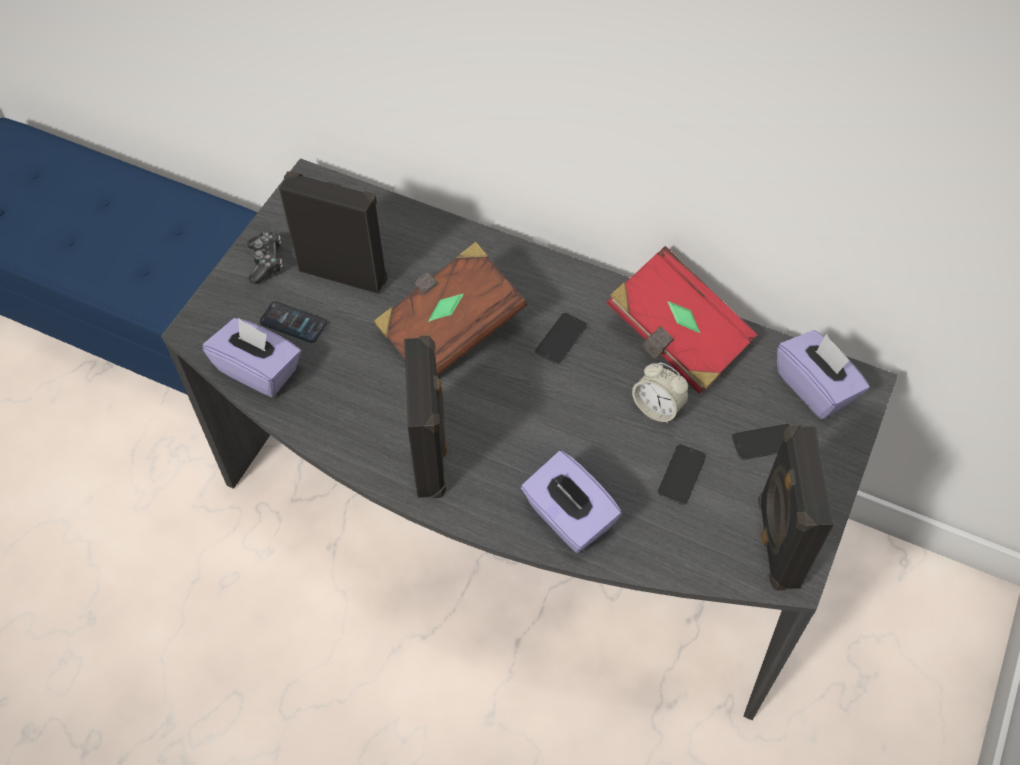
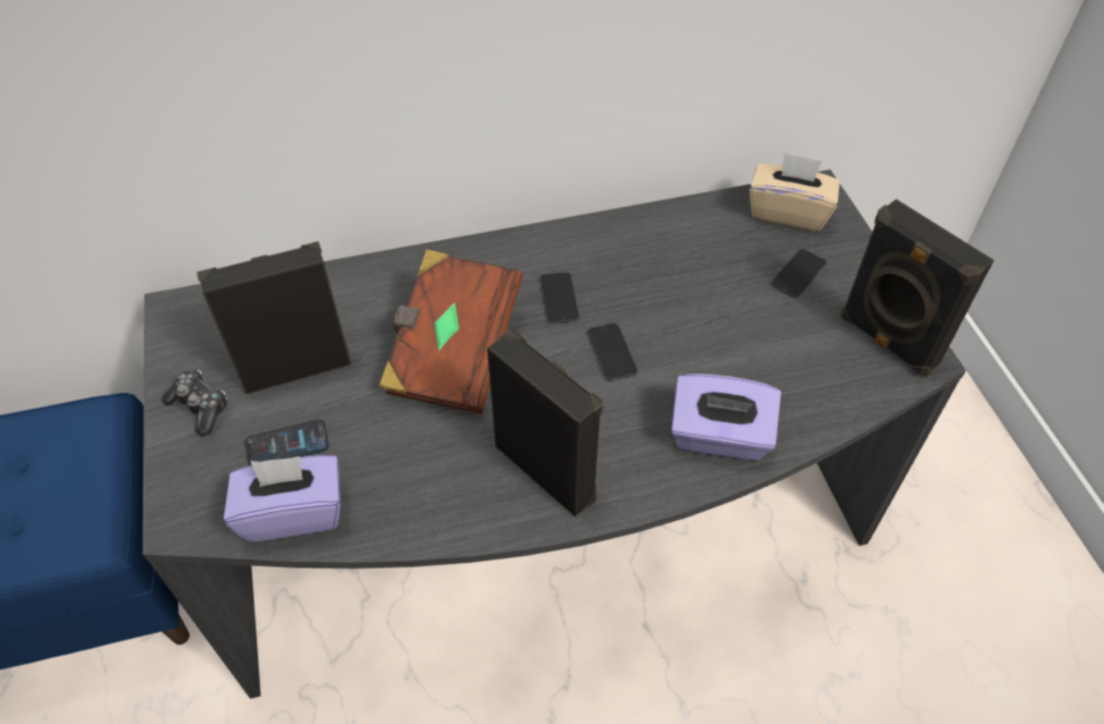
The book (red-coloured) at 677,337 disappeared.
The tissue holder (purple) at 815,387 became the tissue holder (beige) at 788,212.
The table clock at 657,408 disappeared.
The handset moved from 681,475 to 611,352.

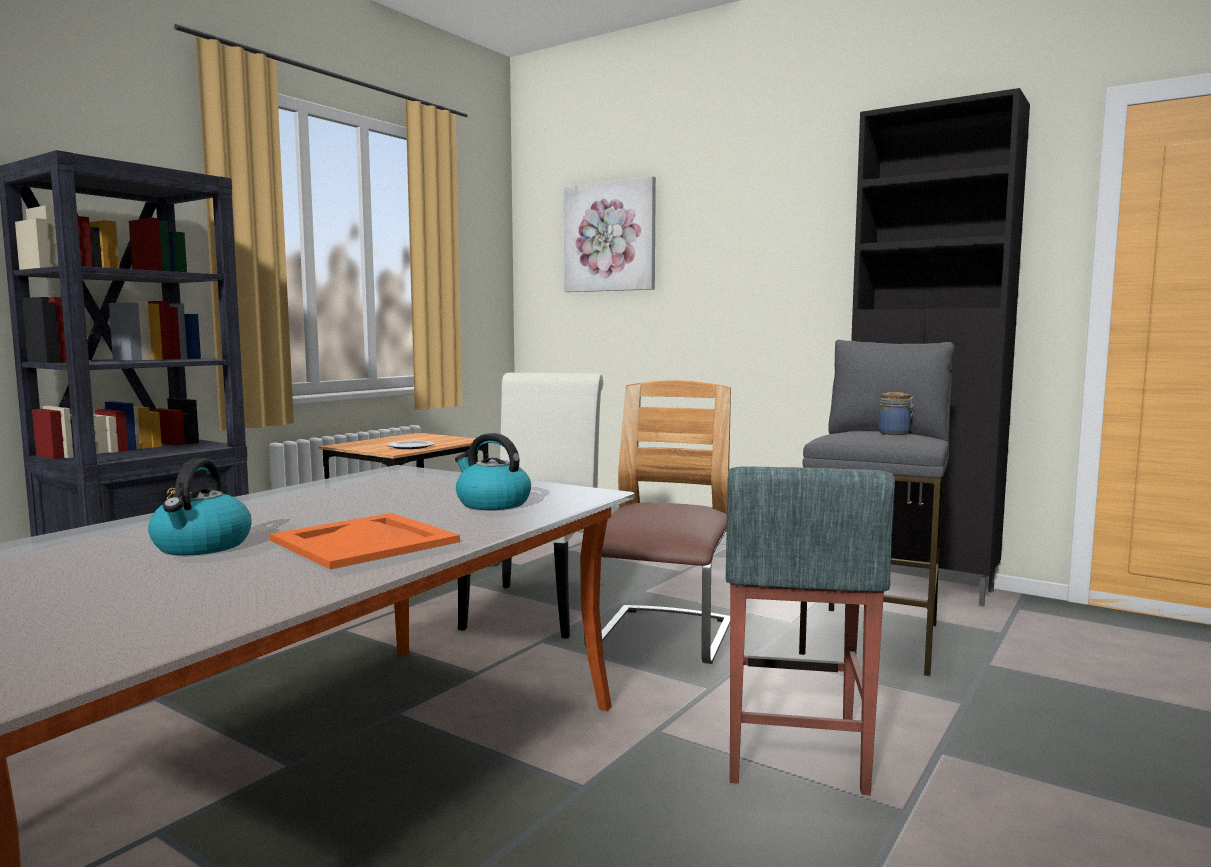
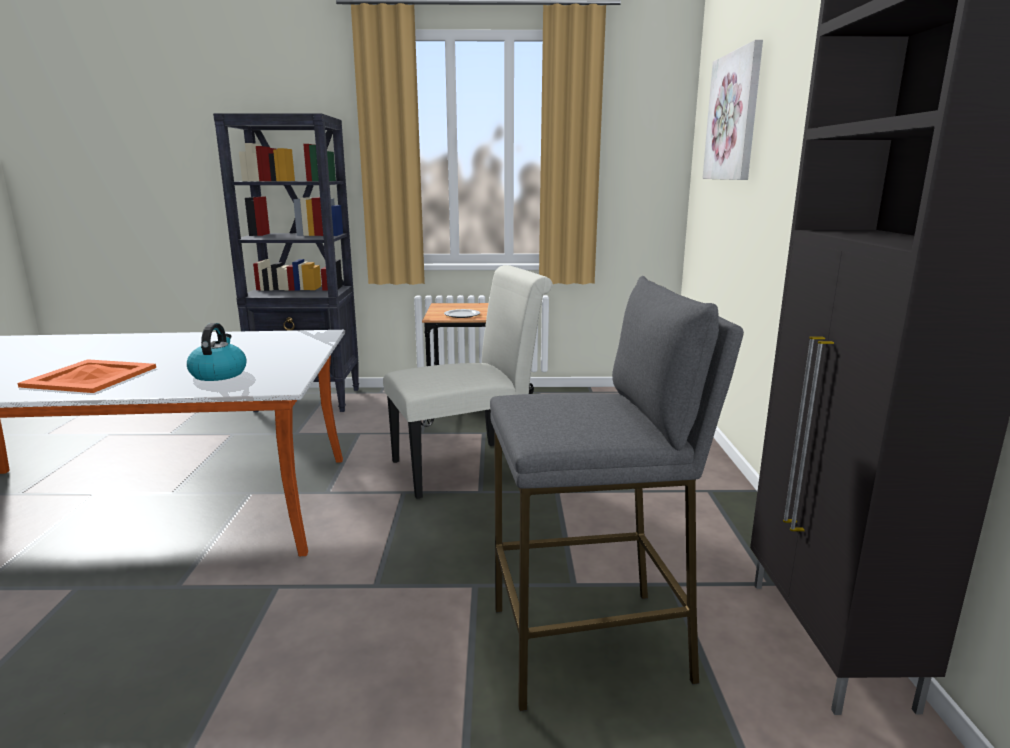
The upright chair at 662,638 disappeared.
The storage jar at 895,433 disappeared.
The kettle at 202,546 disappeared.
The sitting stool (gray) at 793,752 disappeared.

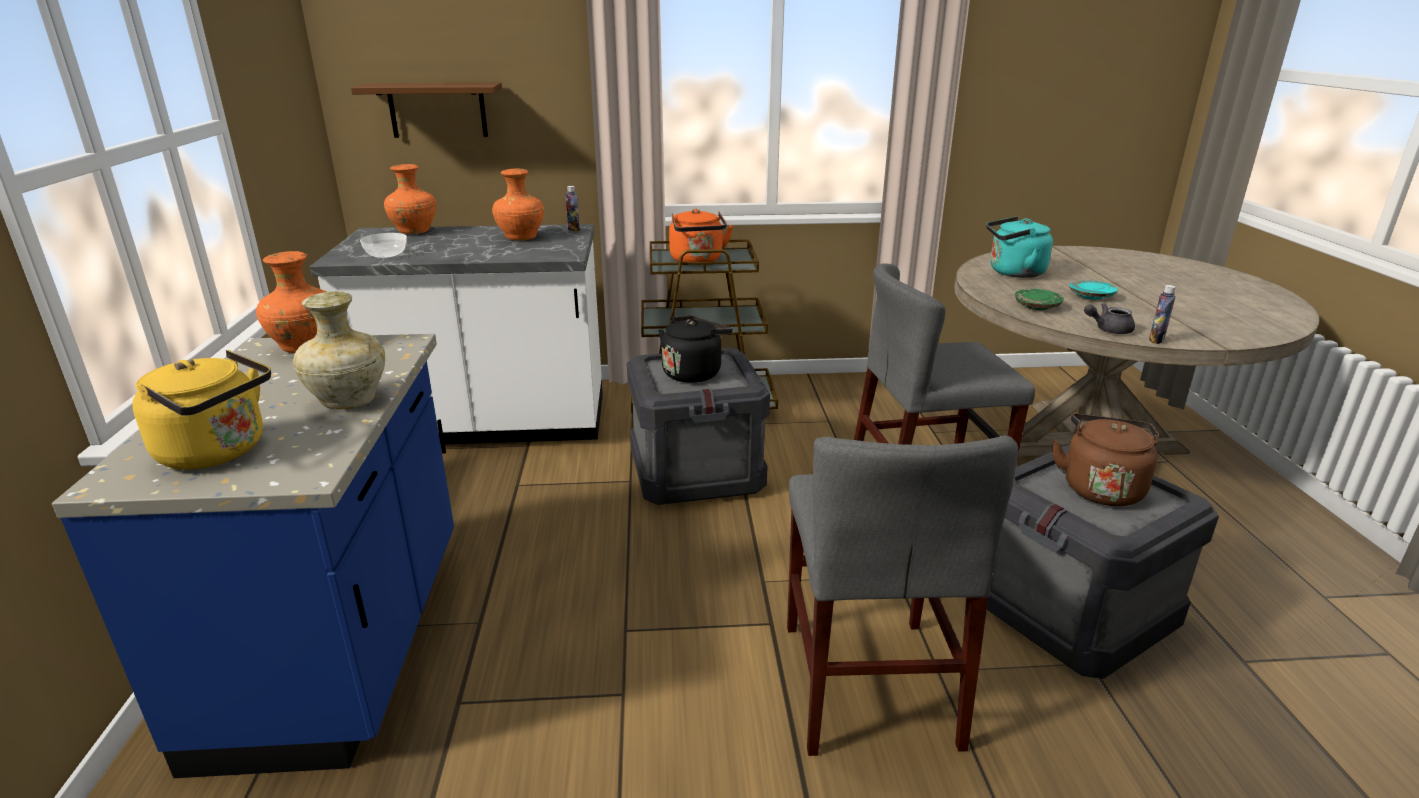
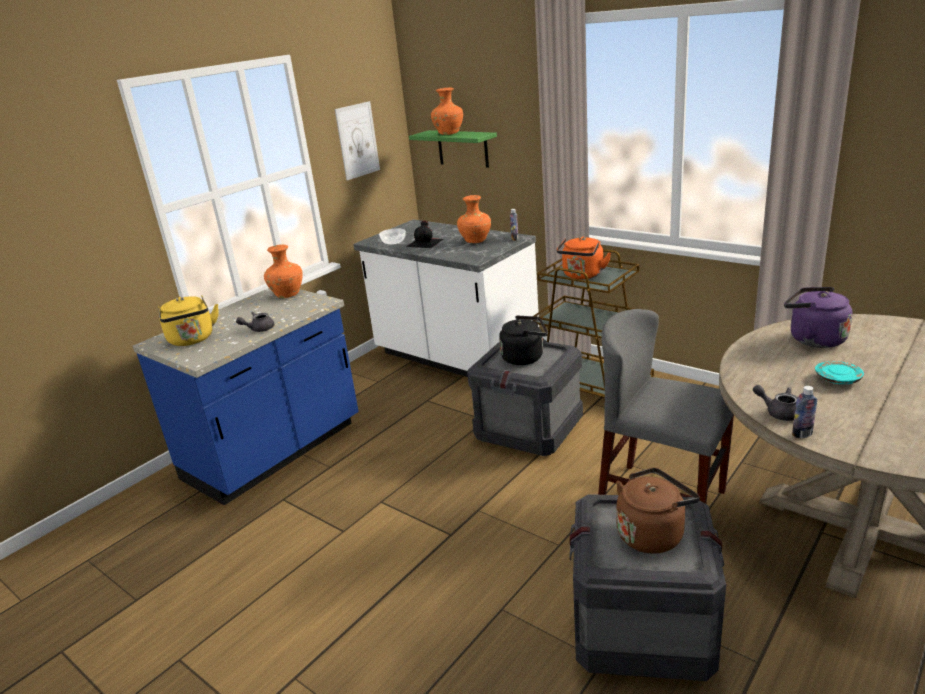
The bracket shelf (brown-coloured) at 437,110 became the bracket shelf (greenish) at 463,148.
The decorative vase (orangey) moved from 414,231 to 449,133.
The kettle (turquoise) at 1013,273 became the kettle (purple) at 813,339.
The flat dish (greenish) at 1037,306 disappeared.
The decorative vase (beige) at 349,402 was replaced by the teapot (gray) at 259,329.
The upright chair (gray) at 868,683 disappeared.
The wall art at 357,140 appeared.
The bottle (black-coloured) at 425,242 appeared.

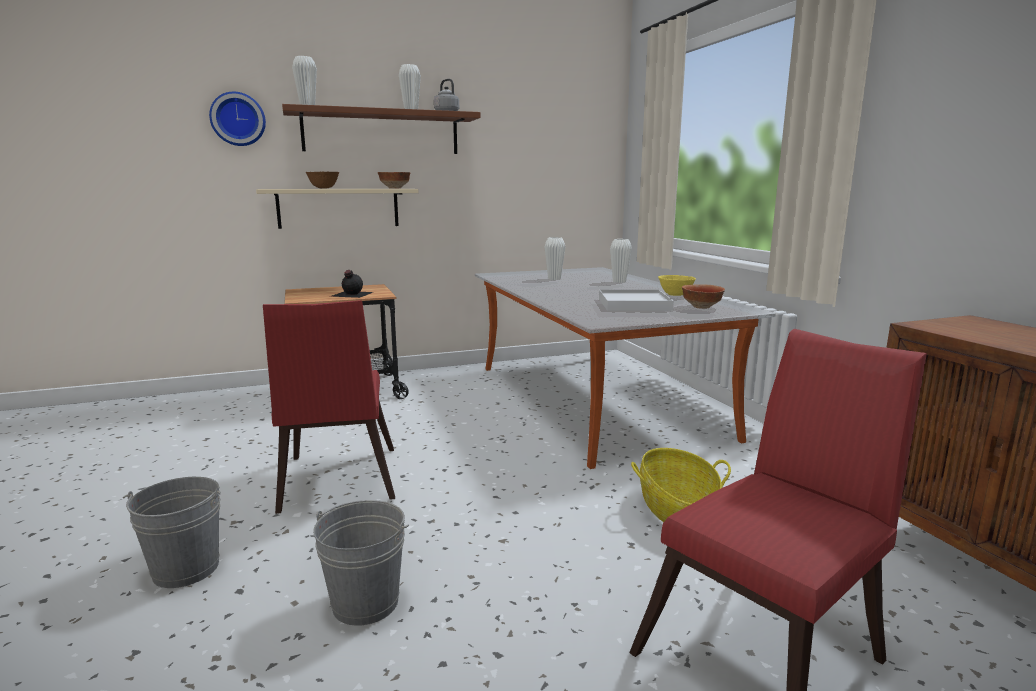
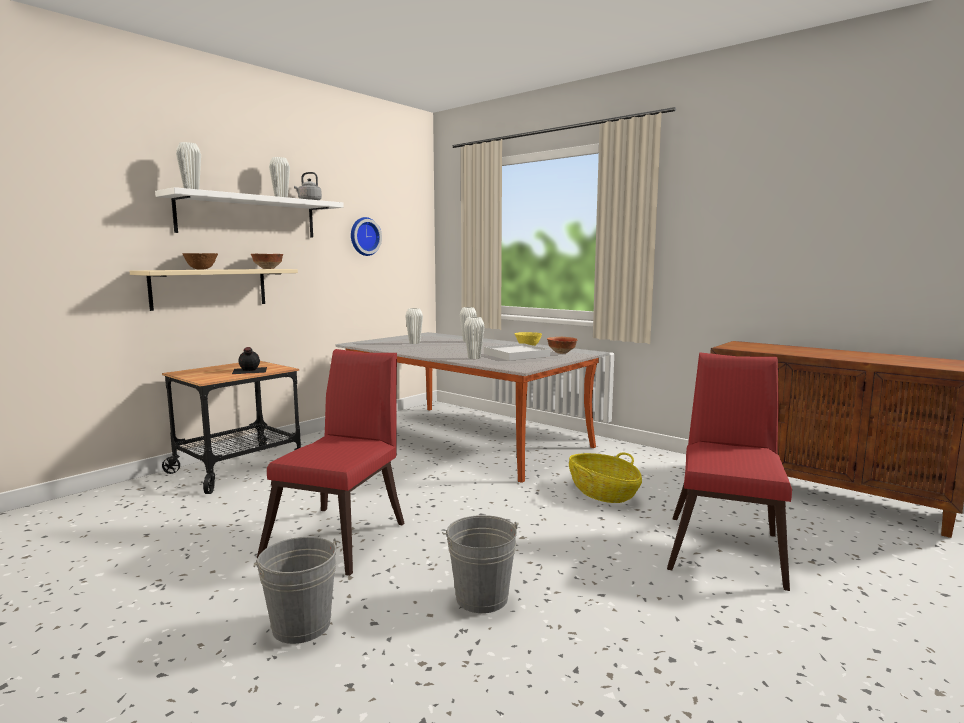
The clock on the wall moved from 238,119 to 364,236.
The bracket shelf (brown-coloured) at 381,132 became the bracket shelf (white-coloured) at 248,217.
The upright chair (red-coloured) at 337,483 turned 120 degrees counterclockwise.
The decorative vase (white-coloured) at 474,358 appeared.

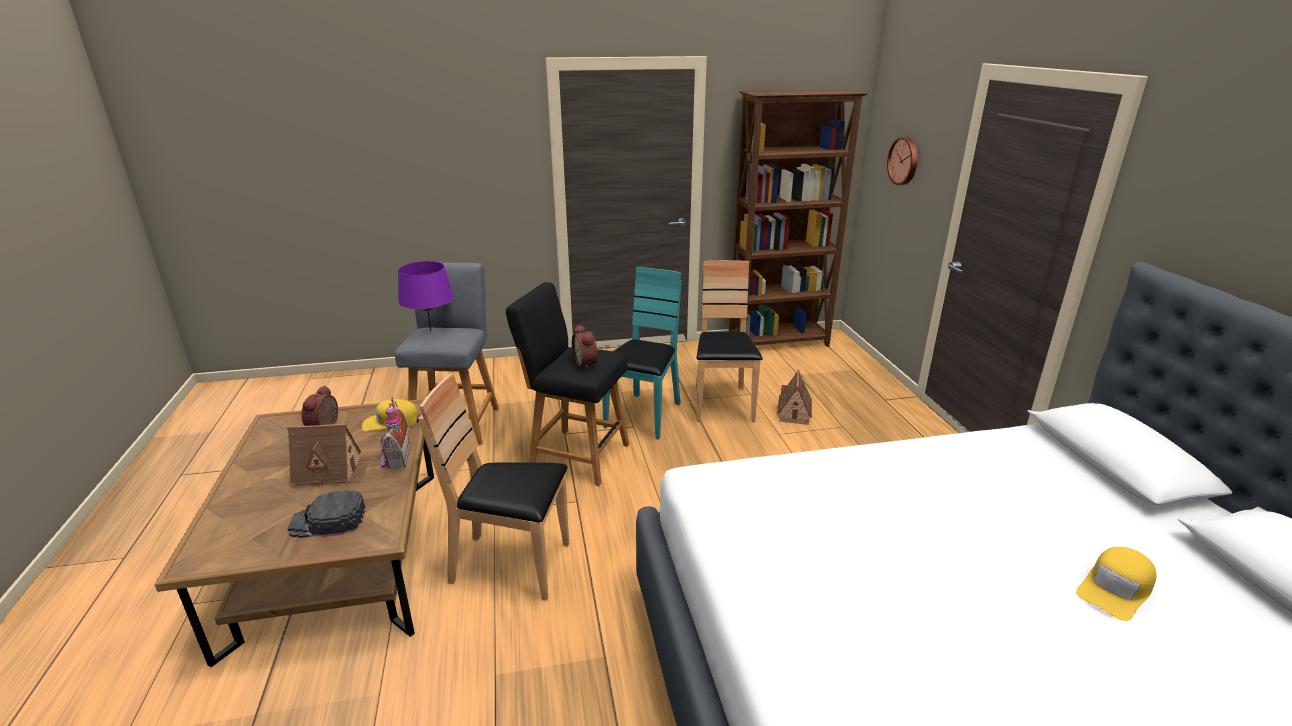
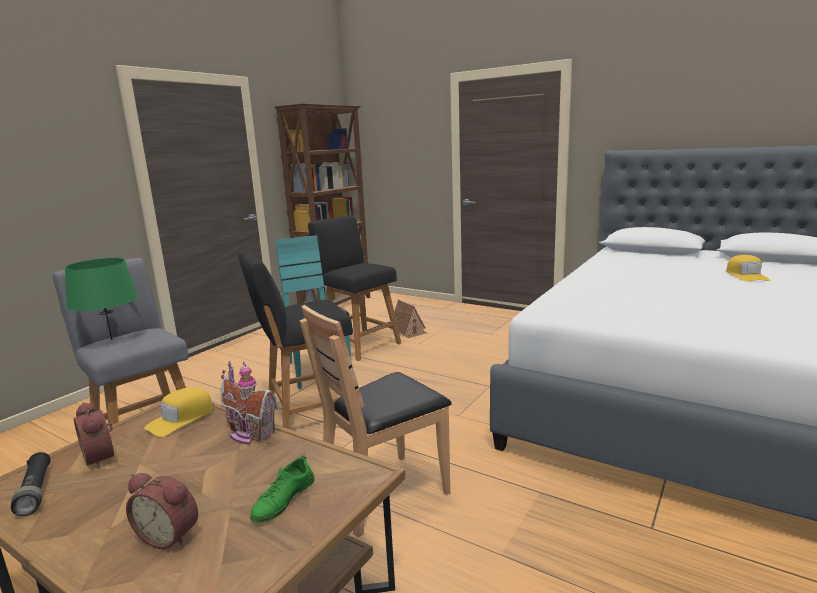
The clock on the wall at 904,161 disappeared.
The upright chair (brown-coloured) at 722,404 was replaced by the sitting stool (black-coloured) at 359,344.
The table lamp (purple) at 431,331 became the table lamp (greenish) at 112,339.
The table clock moved from 587,363 to 171,535.
The toy house at 332,471 disappeared.
The peaked cap (black-coloured) at 328,521 was replaced by the shoe (greenish) at 283,499.
The hand torch (black-coloured) at 35,491 appeared.

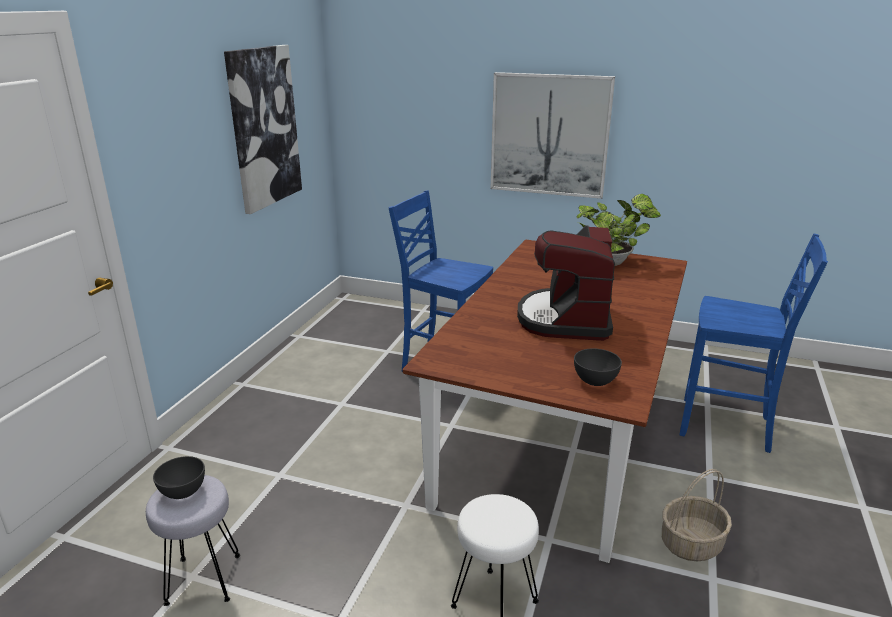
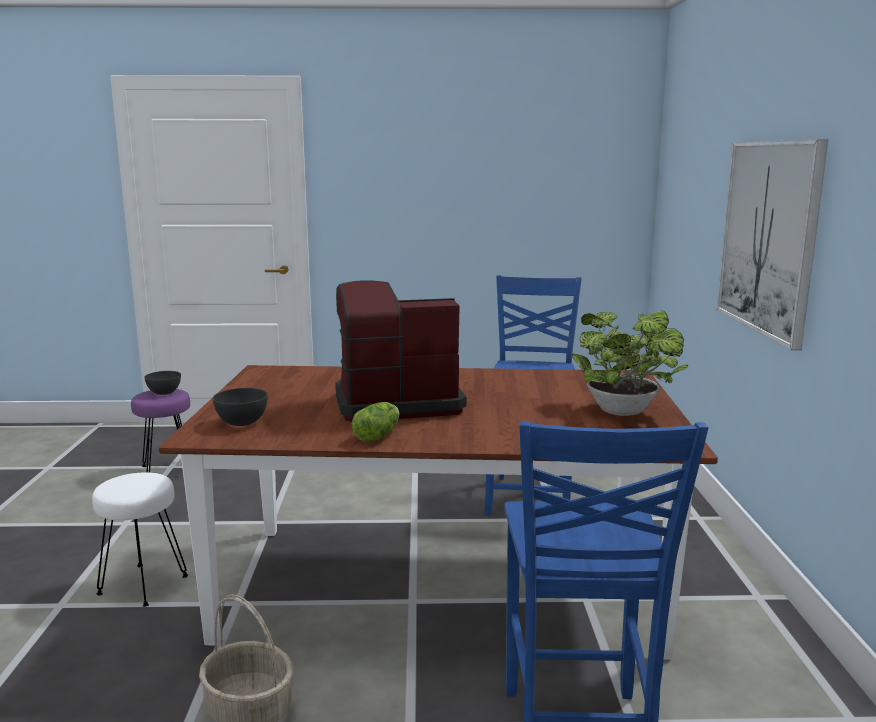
The wall art at 264,127 disappeared.
The sitting stool (gray) at 203,580 became the sitting stool (purple) at 167,470.
The lettuce head at 379,435 appeared.

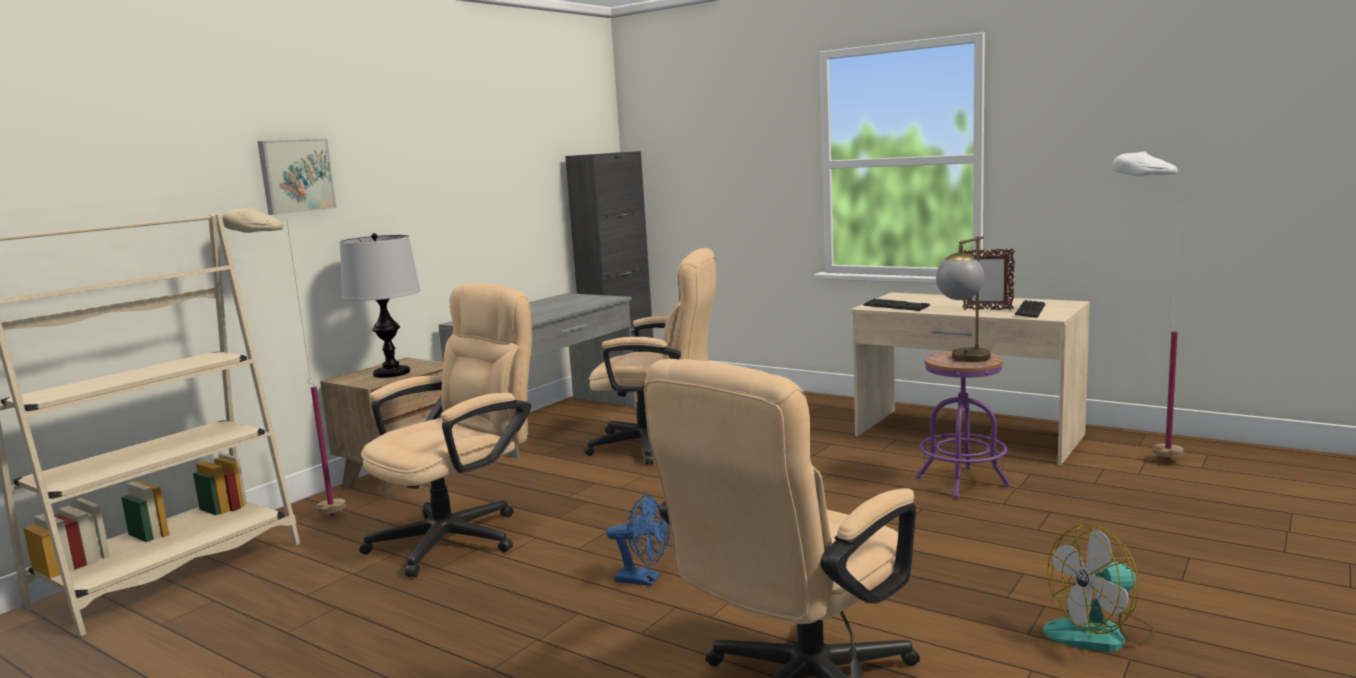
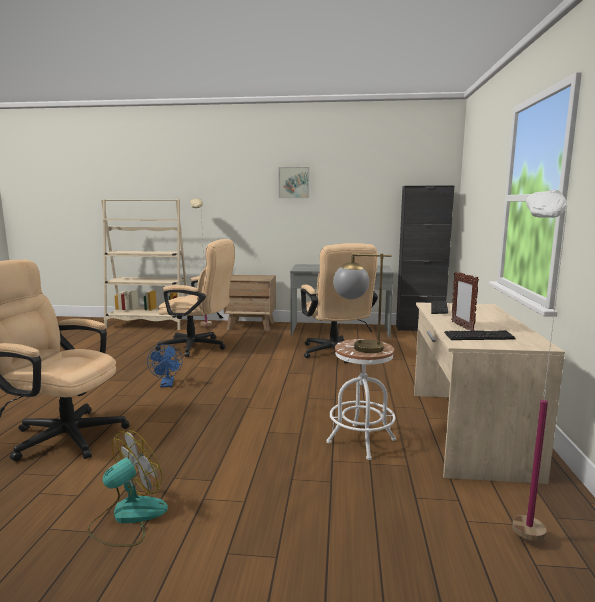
The wall art moved from 296,176 to 294,182.
The table lamp at 391,373 disappeared.
The sitting stool (purple) at 962,482 became the sitting stool (white-coloured) at 361,441.
The cooling fan at 1100,633 turned 90 degrees clockwise.

